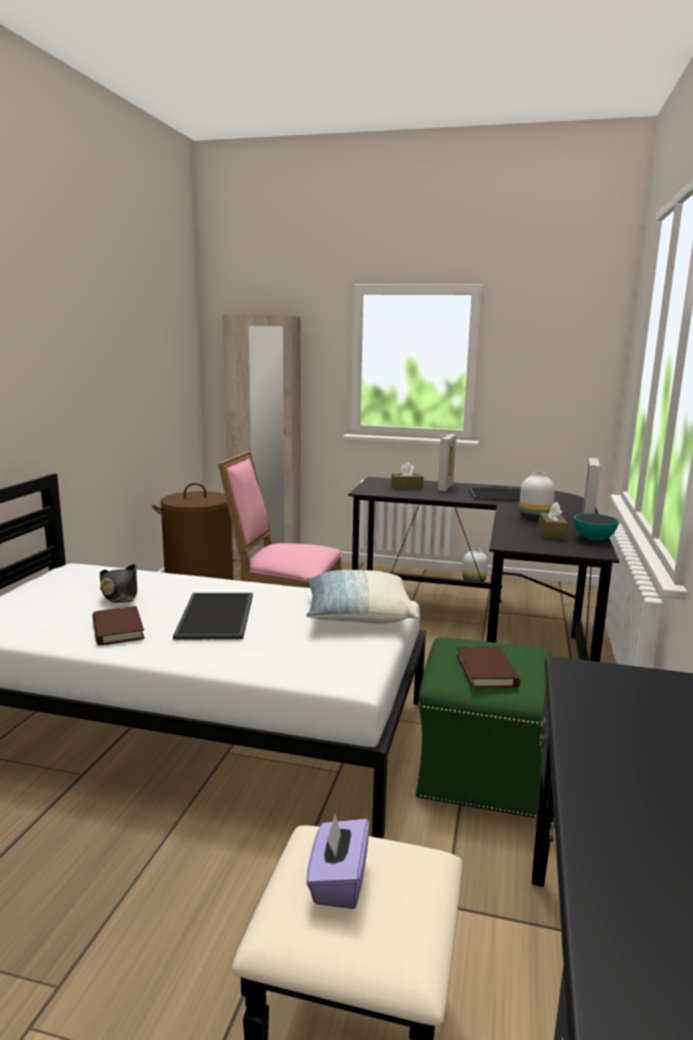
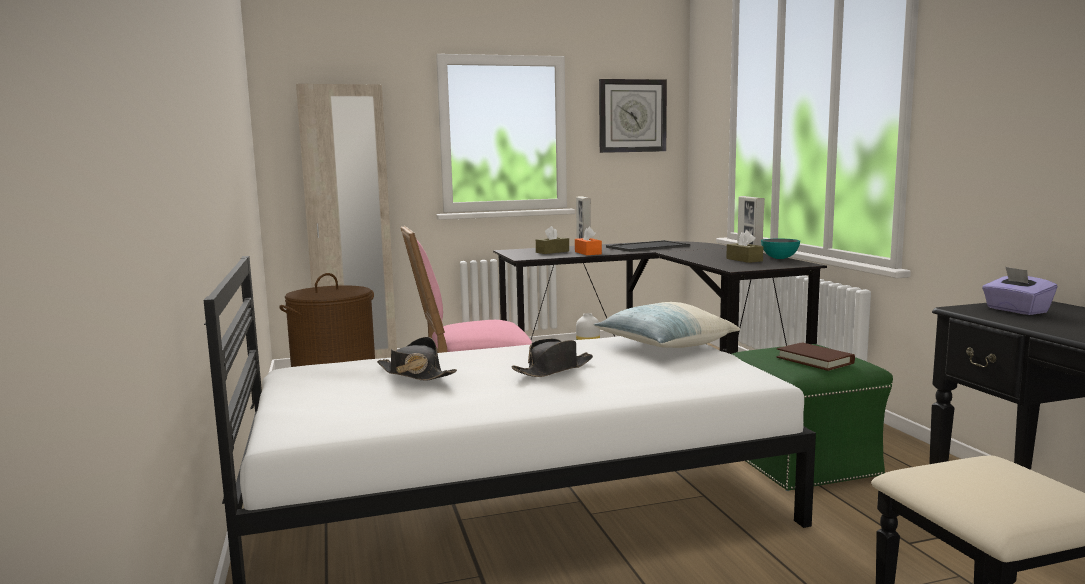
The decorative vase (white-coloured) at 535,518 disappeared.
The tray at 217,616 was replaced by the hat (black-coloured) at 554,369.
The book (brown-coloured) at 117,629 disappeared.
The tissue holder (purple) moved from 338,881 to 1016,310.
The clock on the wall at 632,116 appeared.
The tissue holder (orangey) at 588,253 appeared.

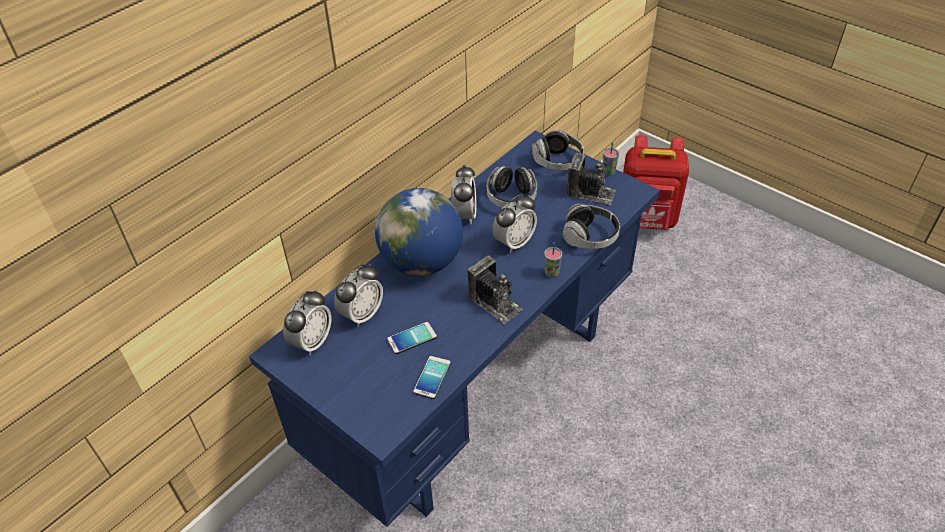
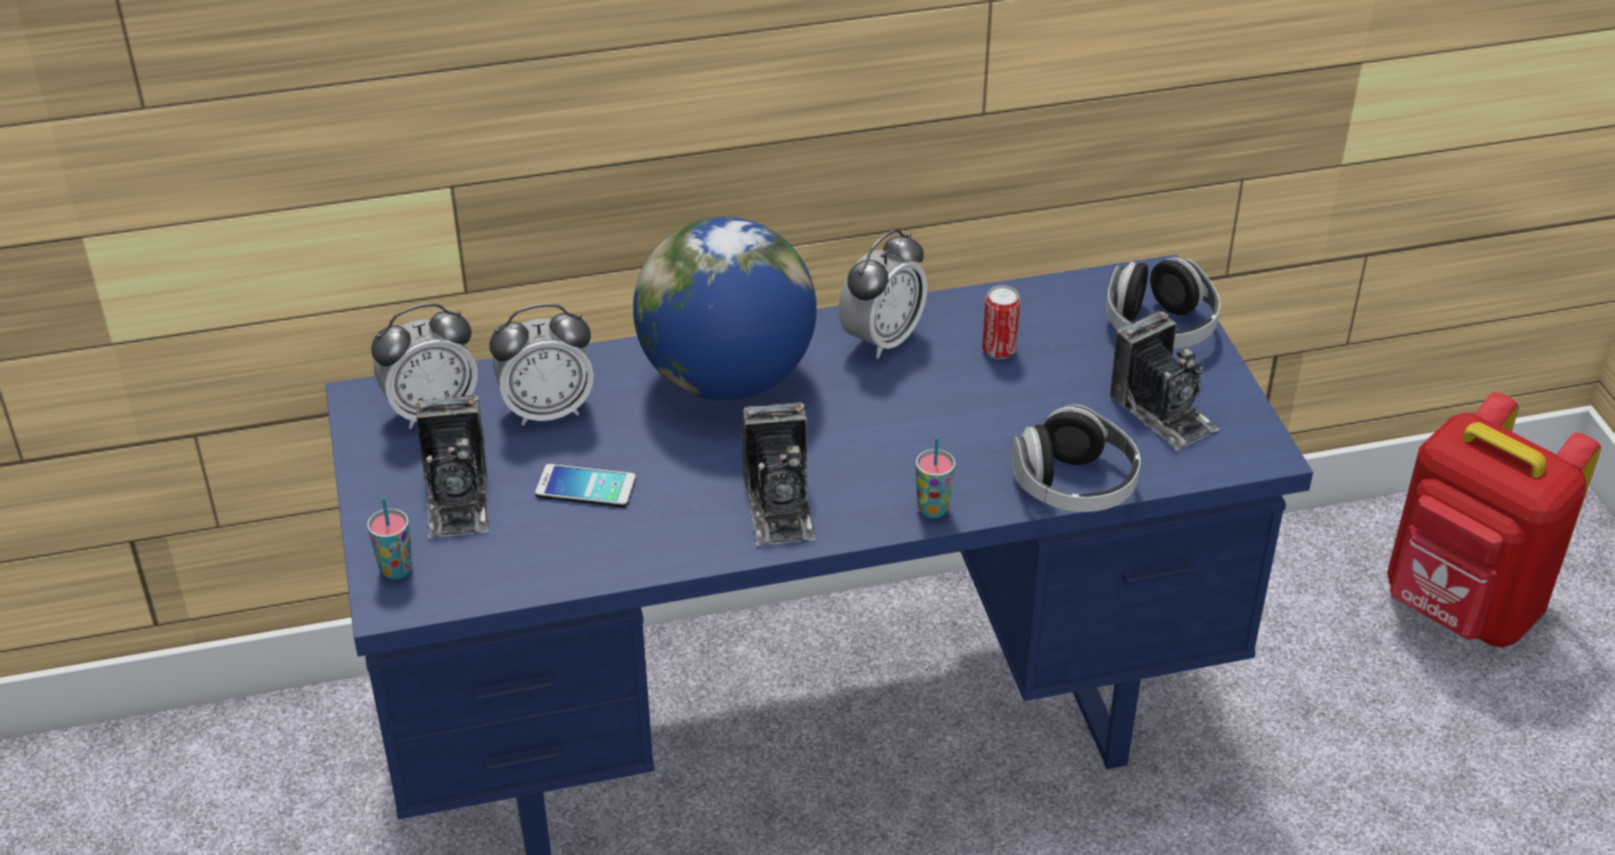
The small cup moved from 608,172 to 396,570.
The headphones at 511,198 was replaced by the metal can at 999,350.
The table clock at 514,242 disappeared.
The handset at 432,377 disappeared.
The photo camera at 457,498 appeared.

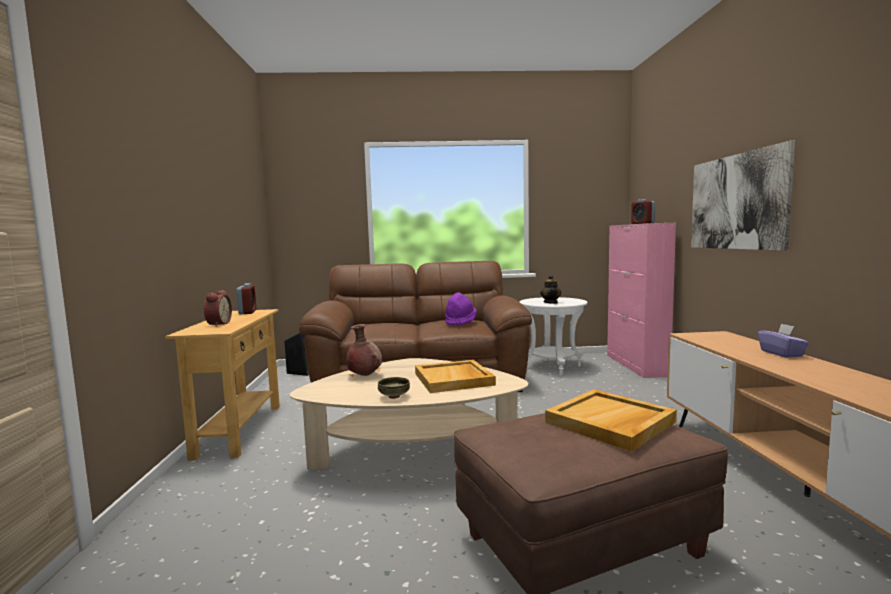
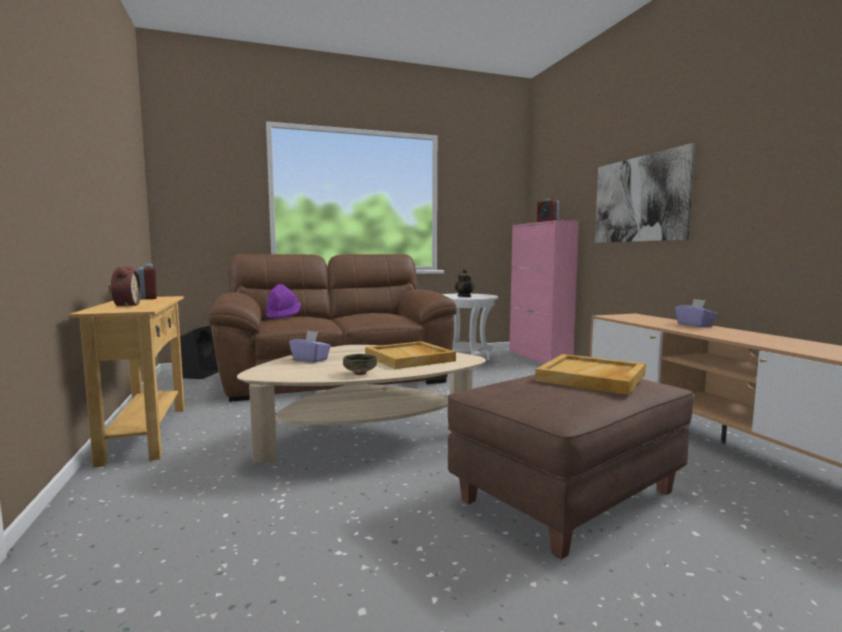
The hat (purple) moved from 460,322 to 283,316.
The decorative vase (brown-coloured) at 364,376 was replaced by the tissue holder (purple) at 310,359.

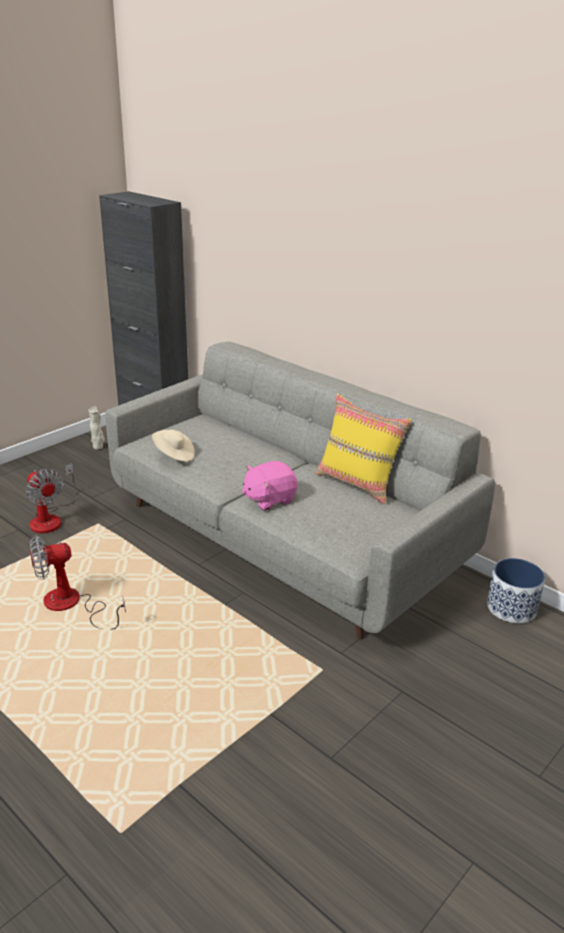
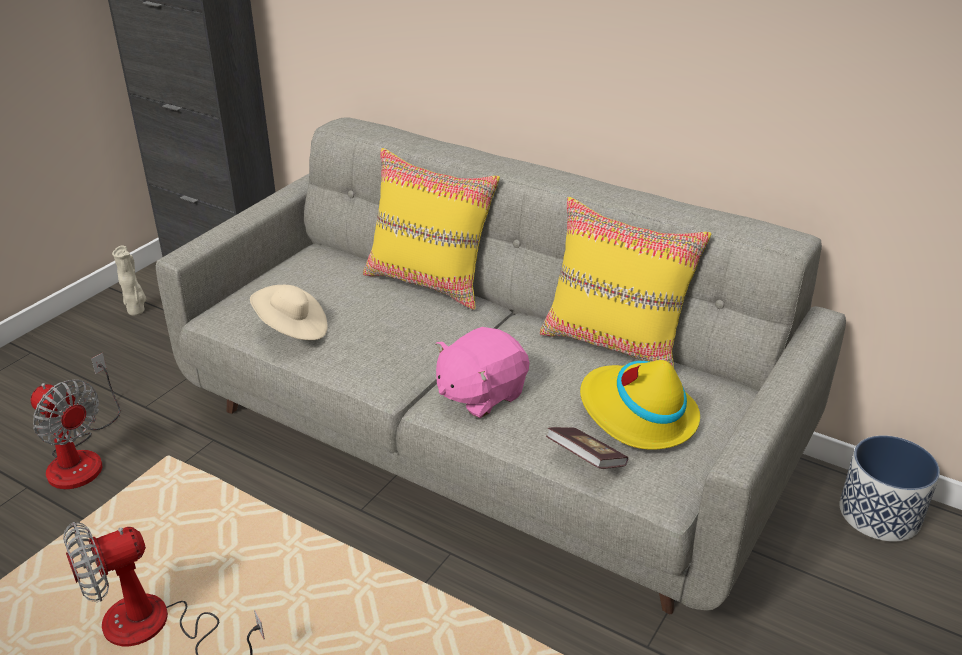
The pillow (yellow) at 429,282 appeared.
The hat (yellow) at 637,414 appeared.
The book at 585,459 appeared.

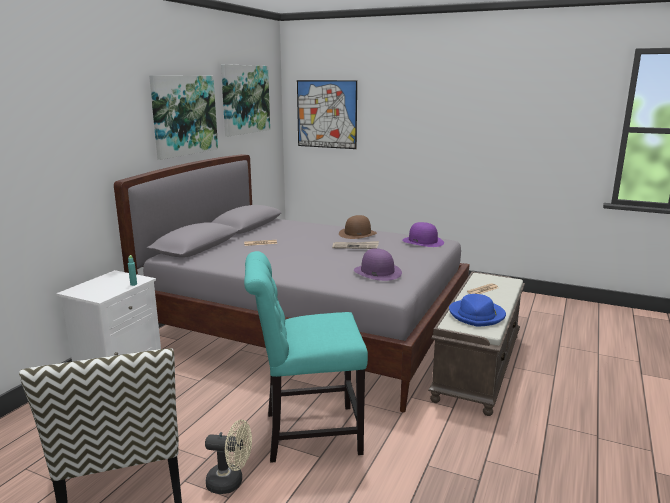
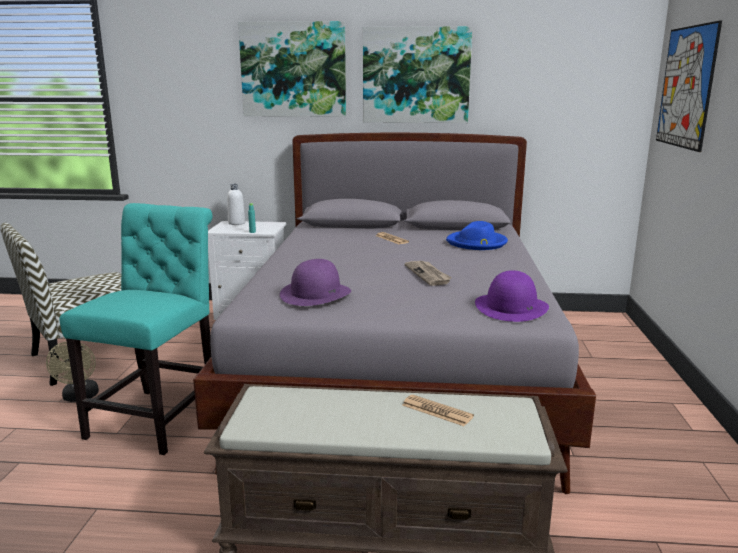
The wall art moved from 245,99 to 293,70.
The hat (brown-coloured) at 357,234 disappeared.
The upright chair (turquoise) at 306,433 turned 45 degrees clockwise.
The hat (blue) moved from 477,315 to 477,243.
The bottle (white-coloured) at 236,223 appeared.

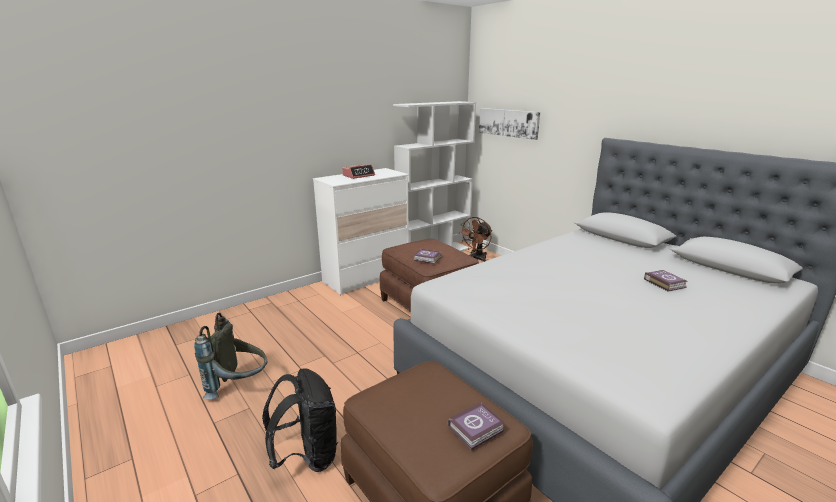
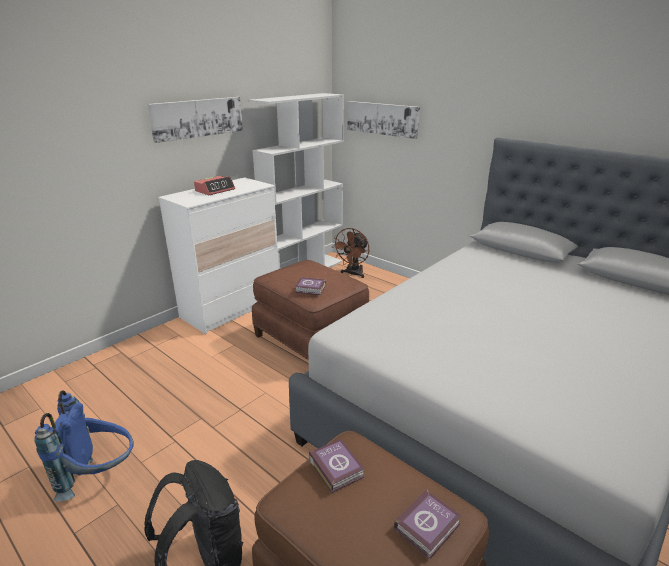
The book moved from 664,283 to 336,467.
The rucksack (gray) at 239,387 became the rucksack (blue) at 100,476.
The wall art at 197,118 appeared.

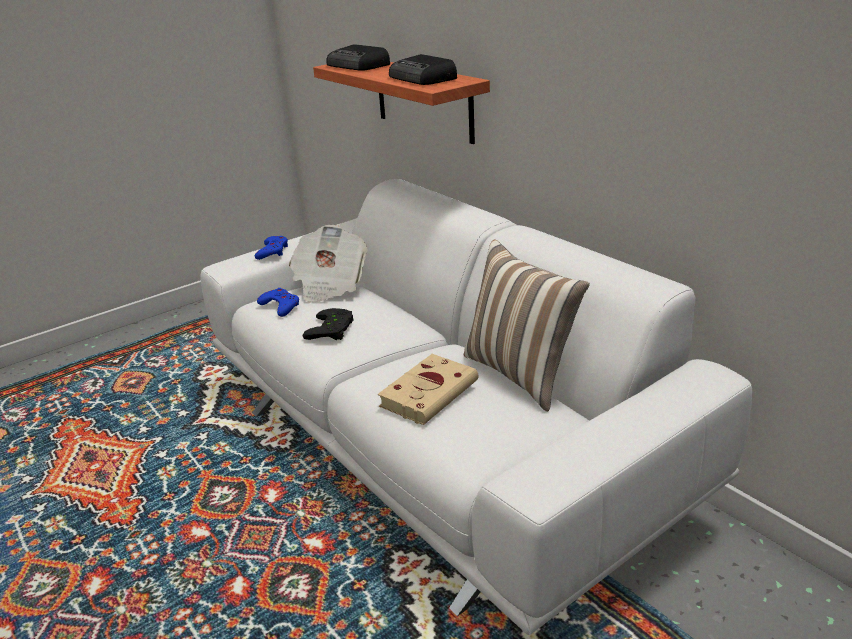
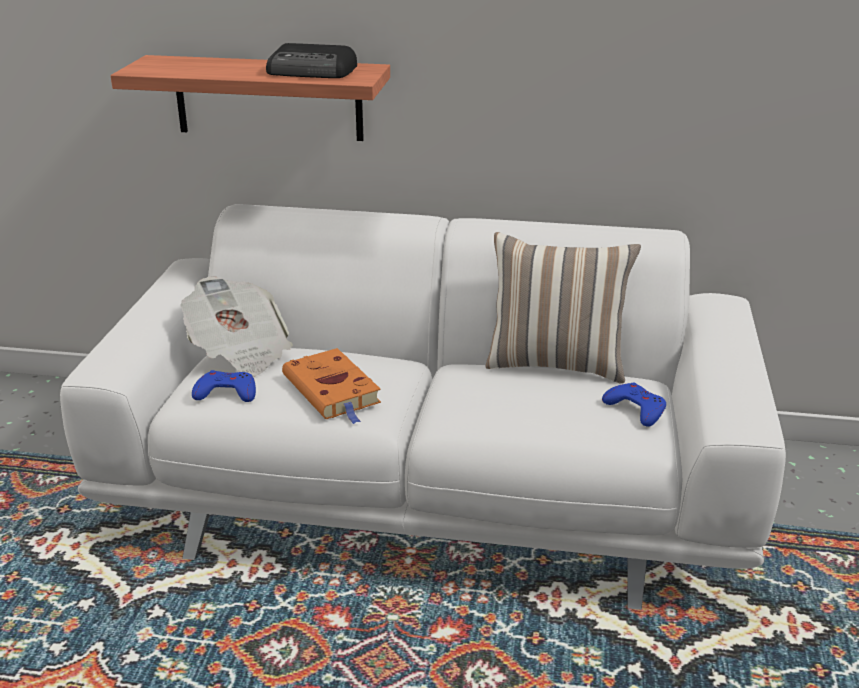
The radio at 358,65 disappeared.
The game controller (blue) moved from 273,251 to 636,409.
The game controller (black-coloured) at 333,329 was replaced by the book (orangey) at 333,391.
The book (beige) at 430,392 disappeared.

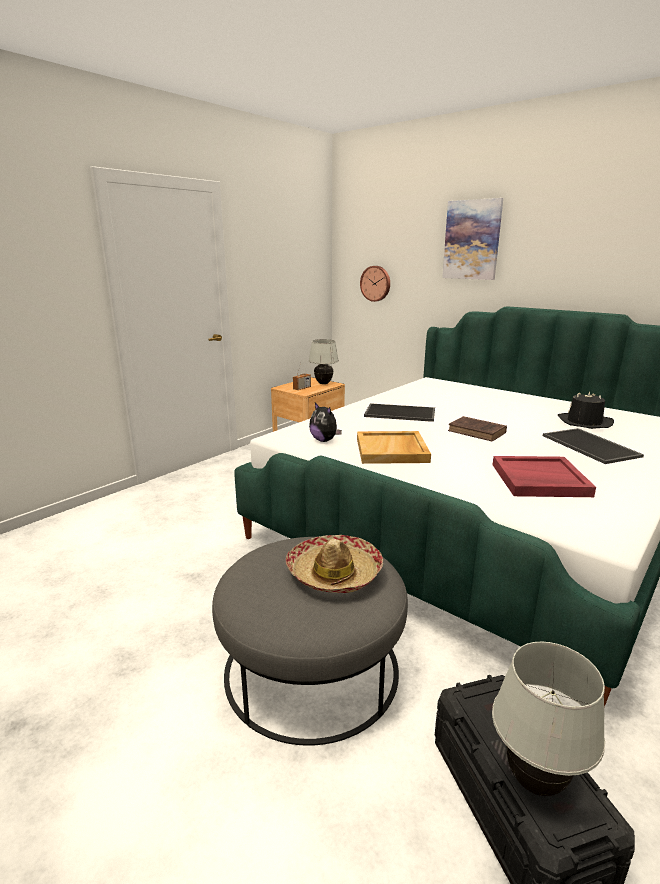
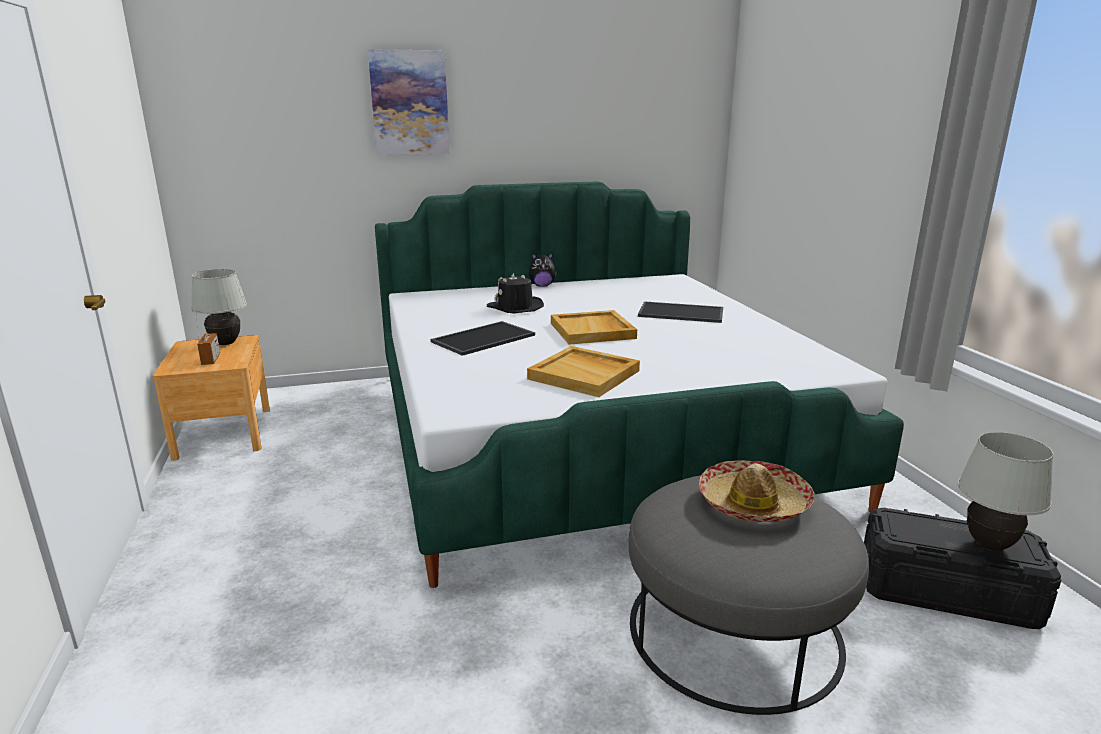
The clock on the wall at 376,283 disappeared.
The hat (black-coloured) moved from 584,422 to 515,307.
The soft toy moved from 324,440 to 542,286.
The book (brown-coloured) at 478,432 was replaced by the tray (beige) at 593,331.
The tray (red-coloured) at 539,480 disappeared.

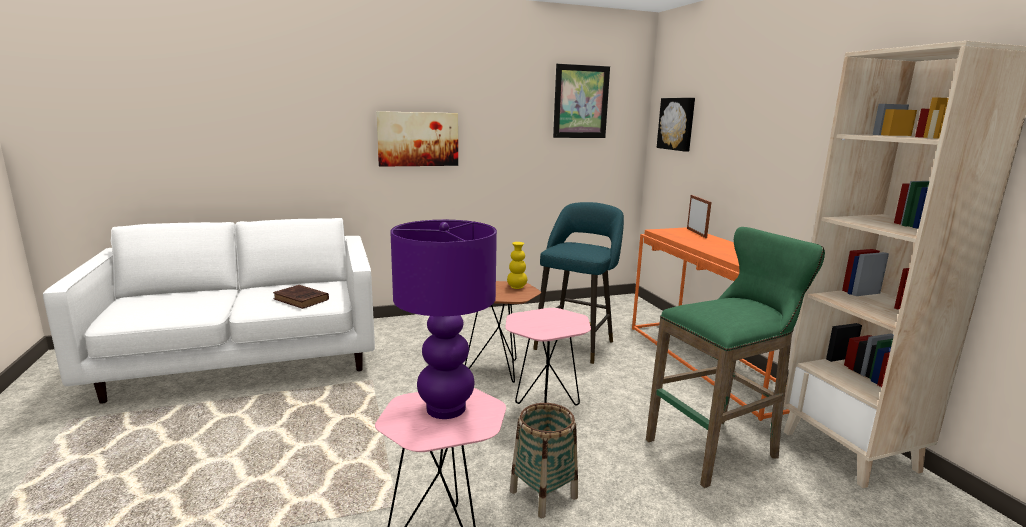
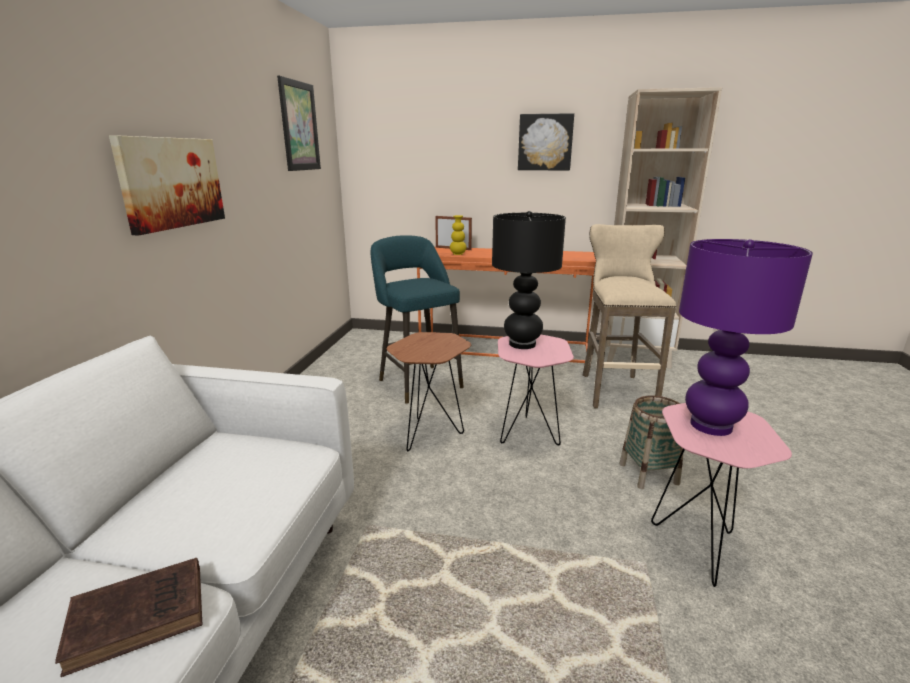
The wall art moved from 677,124 to 545,142.
The sitting stool (greenish) at 717,448 became the sitting stool (beige) at 615,389.
The decorative vase (yellow) moved from 517,287 to 458,254.
The book (brown-coloured) moved from 302,300 to 143,616.
The table lamp (black-coloured) at 523,344 appeared.

